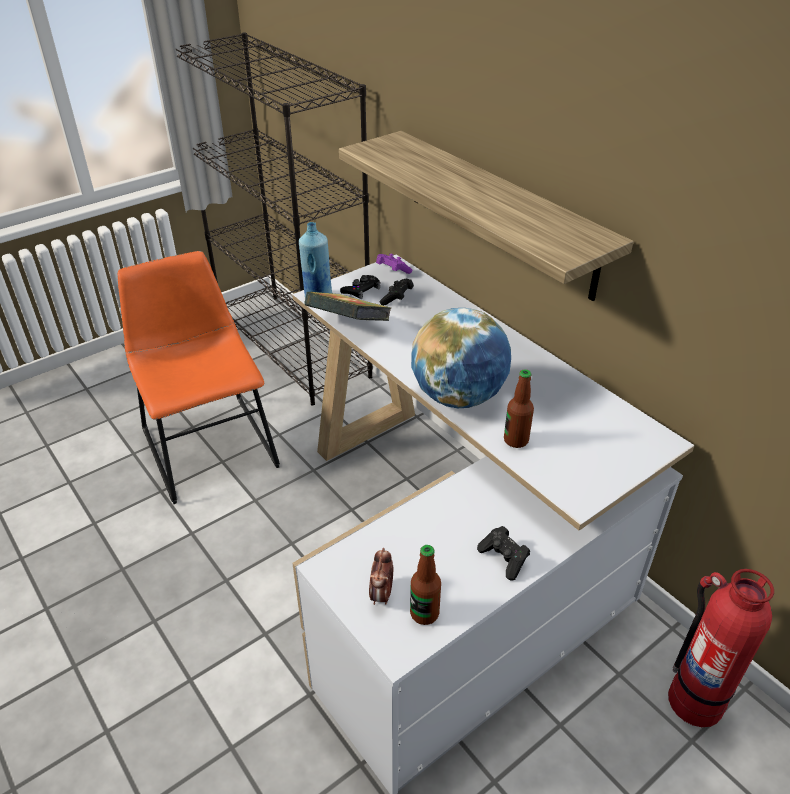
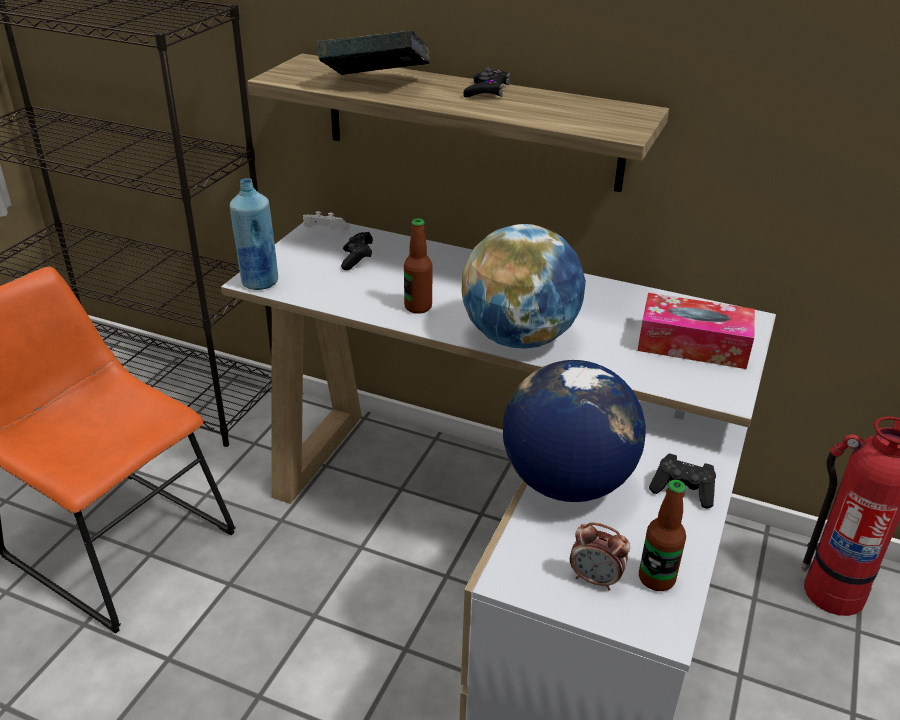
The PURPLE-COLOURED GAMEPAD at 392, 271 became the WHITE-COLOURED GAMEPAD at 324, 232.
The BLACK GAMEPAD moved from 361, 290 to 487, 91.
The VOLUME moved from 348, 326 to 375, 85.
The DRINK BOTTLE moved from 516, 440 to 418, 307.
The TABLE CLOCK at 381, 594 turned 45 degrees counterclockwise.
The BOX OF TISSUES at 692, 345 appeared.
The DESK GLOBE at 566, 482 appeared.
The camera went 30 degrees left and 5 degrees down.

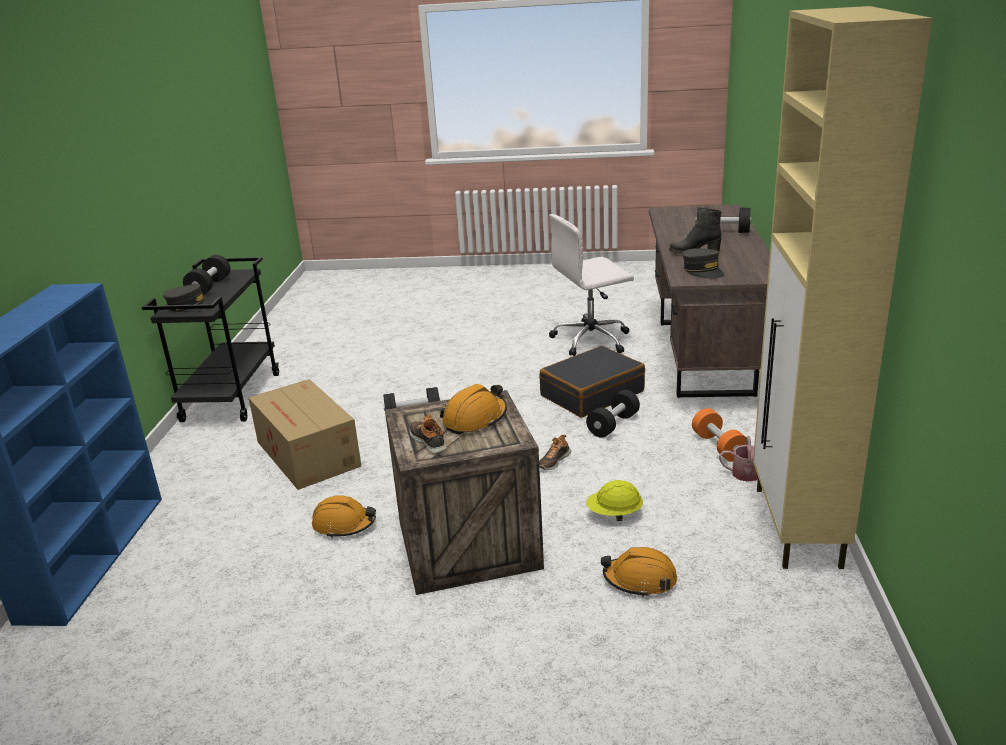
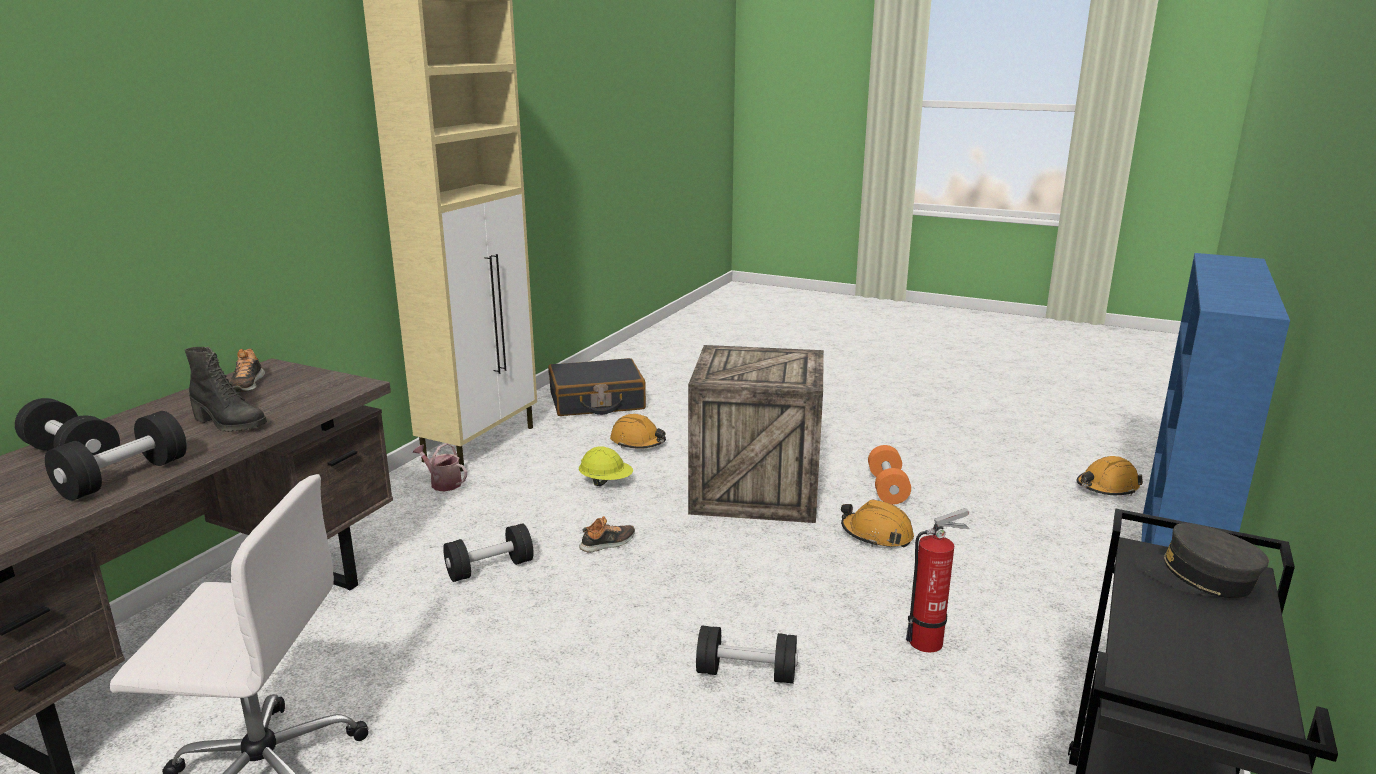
The GREY BASEBALL CAP at 703, 271 disappeared.
The BLACK FREE WEIGHT moved from 209, 287 to 124, 477.
The BLACK PIECE OF LUGGAGE moved from 591, 393 to 596, 401.
The PACKING BOX at 307, 455 was replaced by the EXTINGUISHER at 930, 641.
The ORANGEY WORK HELMET moved from 475, 419 to 1107, 487.
The ORANGEY FREE WEIGHT moved from 718, 446 to 887, 488.
The SHOE moved from 429, 442 to 246, 385.
The camera went 160 degrees left and 5 degrees down.

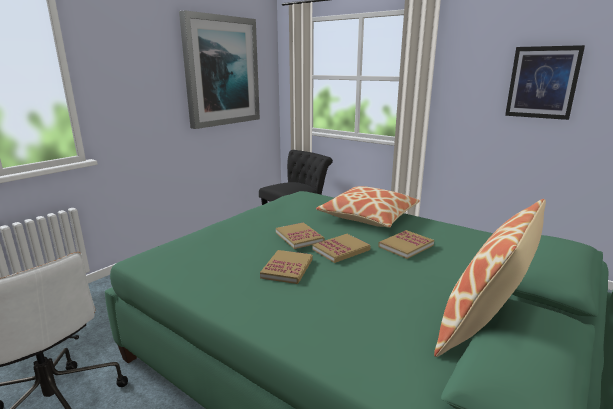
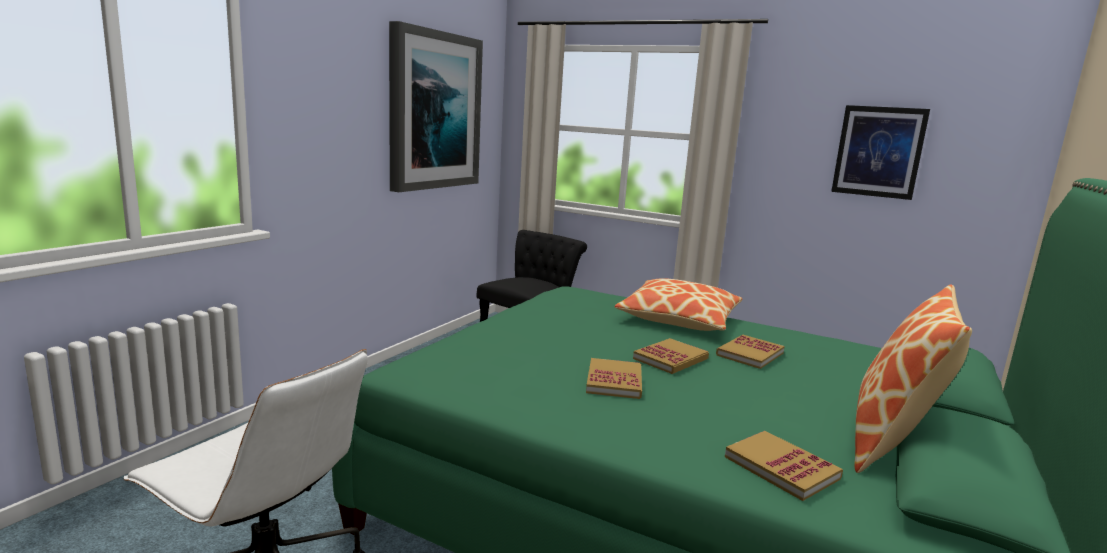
The VOLUME moved from 299, 237 to 781, 467.
The camera went 10 degrees left and 5 degrees down.

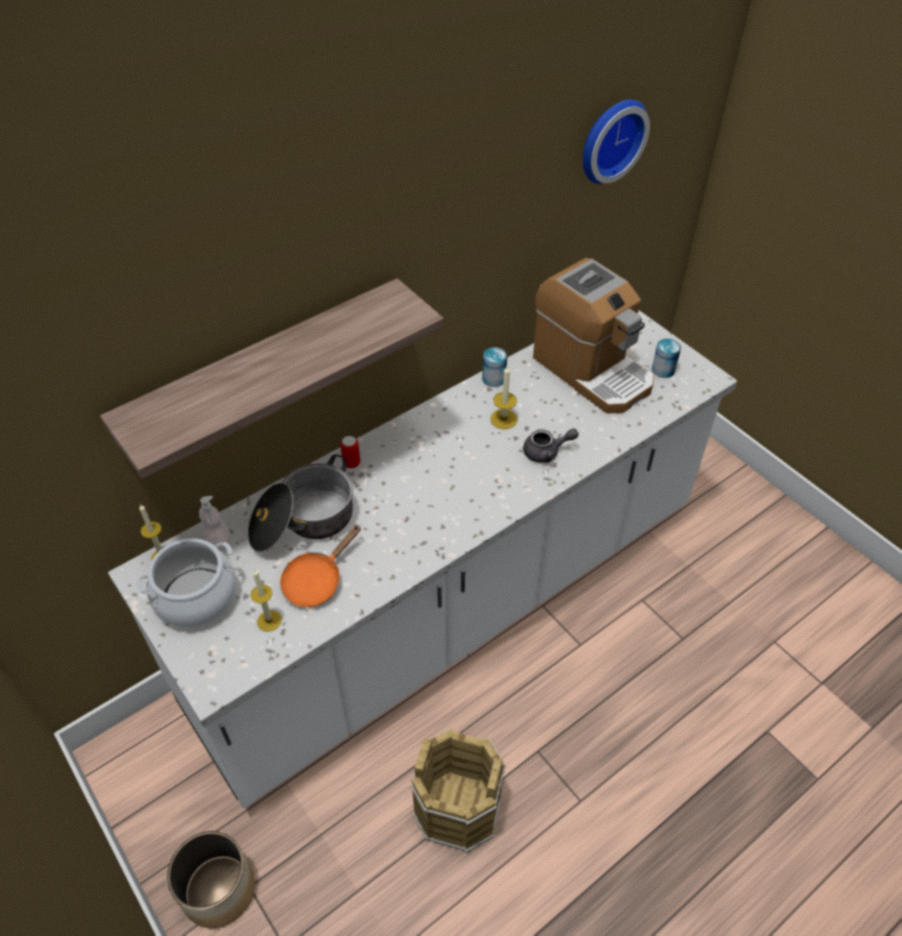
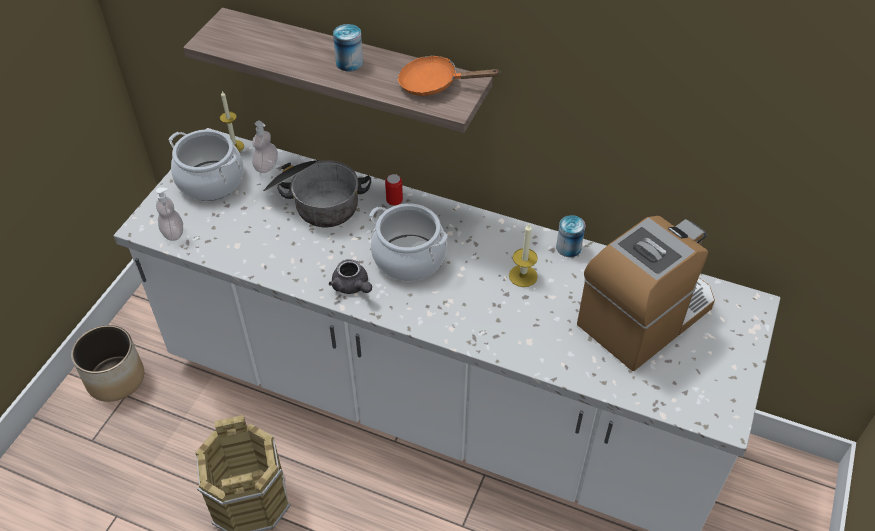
The CLOCK ON THE WALL at 610, 139 disappeared.
The COFFEE BREWER at 592, 371 turned 150 degrees counterclockwise.
The METAL CAN moved from 663, 369 to 349, 63.
The GREY TEAPOT moved from 546, 452 to 352, 287.
The ORANGEY FRYING PAN moved from 316, 580 to 434, 84.
The WAX CANDLE at 269, 621 disappeared.
The SOAP DISPENSER at 173, 233 appeared.
The SAUCEPOT at 409, 258 appeared.
The camera went 60 degrees right and 0 degrees up.

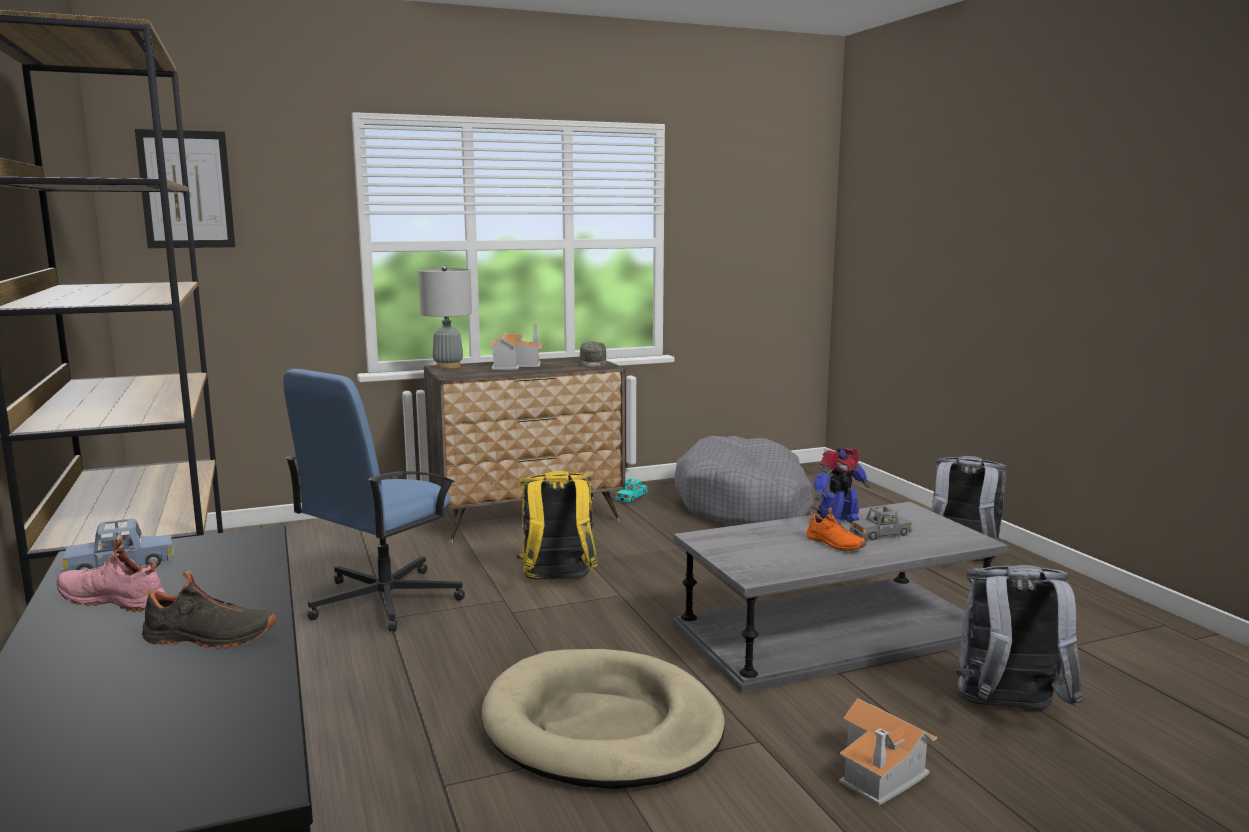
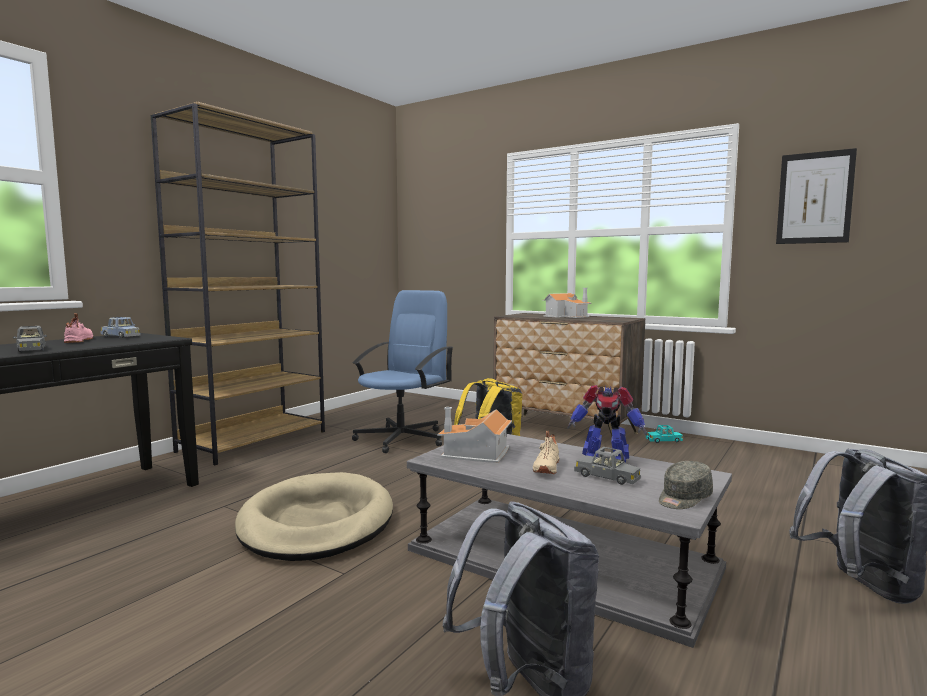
The WALL PICTURE moved from 186, 189 to 814, 198.
The GREY TABLETOP LAMP at 448, 366 disappeared.
The GREY BASEBALL CAP moved from 593, 364 to 683, 498.
The BLUISH DESK CHAIR at 383, 601 turned 120 degrees clockwise.
The GREY PET BED at 744, 504 disappeared.
The ORANGEY SHOE at 834, 545 became the BEIGE SHOE at 545, 467.
The BLACK SHOE at 208, 639 was replaced by the GREY MODEL CAR at 31, 349.
The MINIATURE HOUSE moved from 882, 773 to 476, 454.
The camera went 55 degrees right and 5 degrees down.

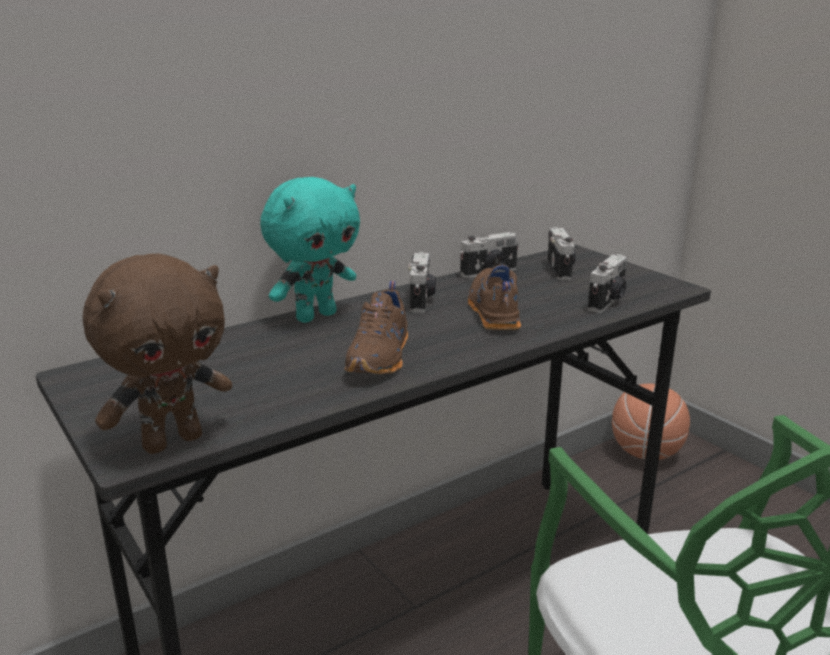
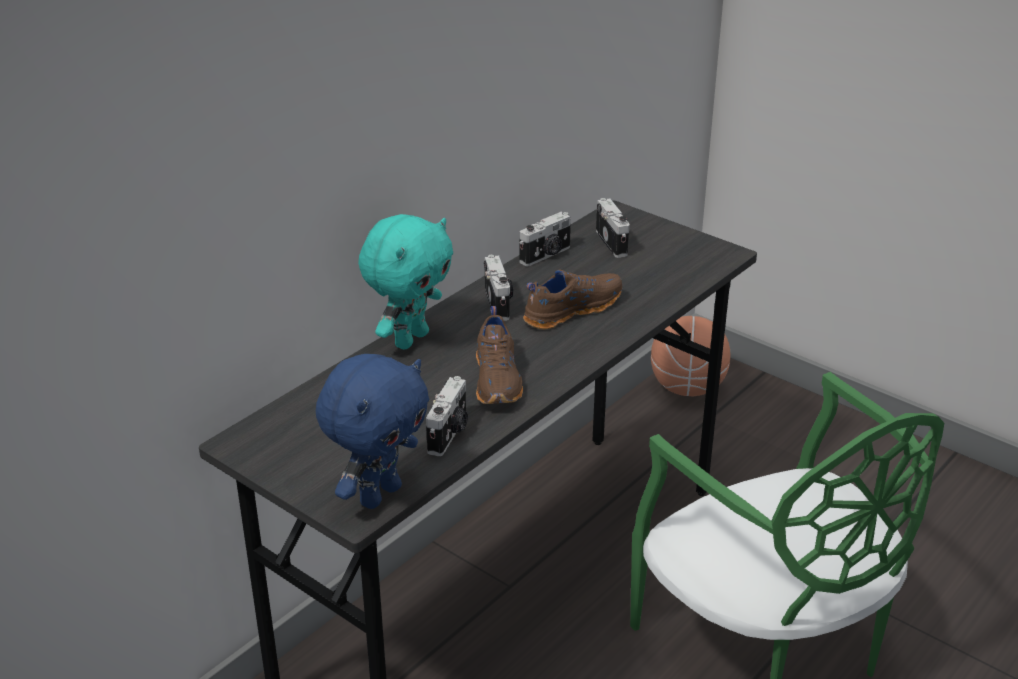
The BROWN SOFT TOY at 172, 441 became the BLUISH SOFT TOY at 379, 494.
The PHOTO CAMERA moved from 608, 302 to 449, 434.
The BROWN SHOE at 492, 311 turned 75 degrees clockwise.
The camera went 15 degrees left and 10 degrees up.

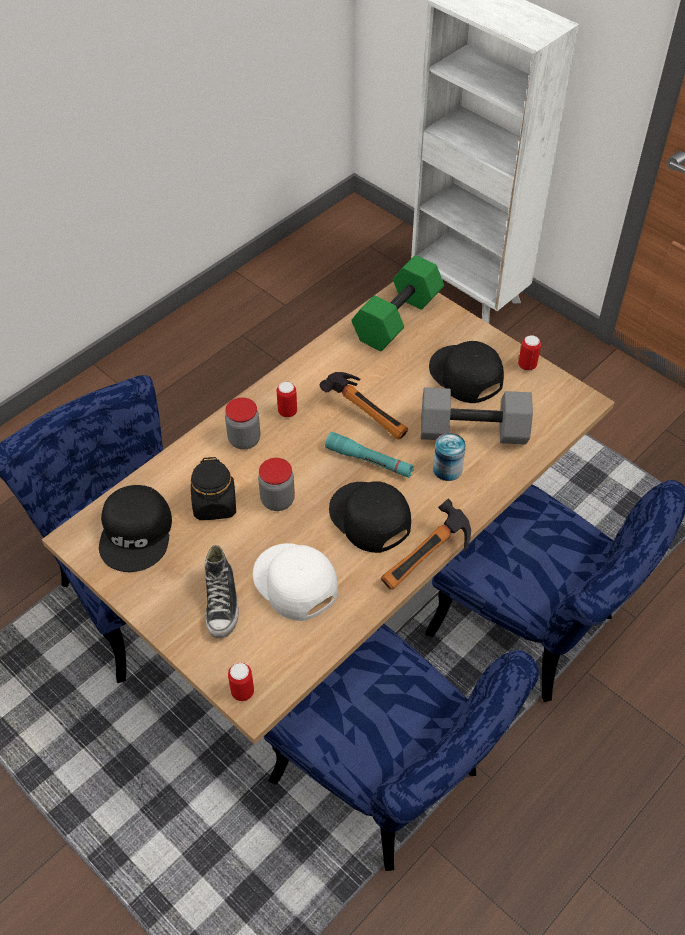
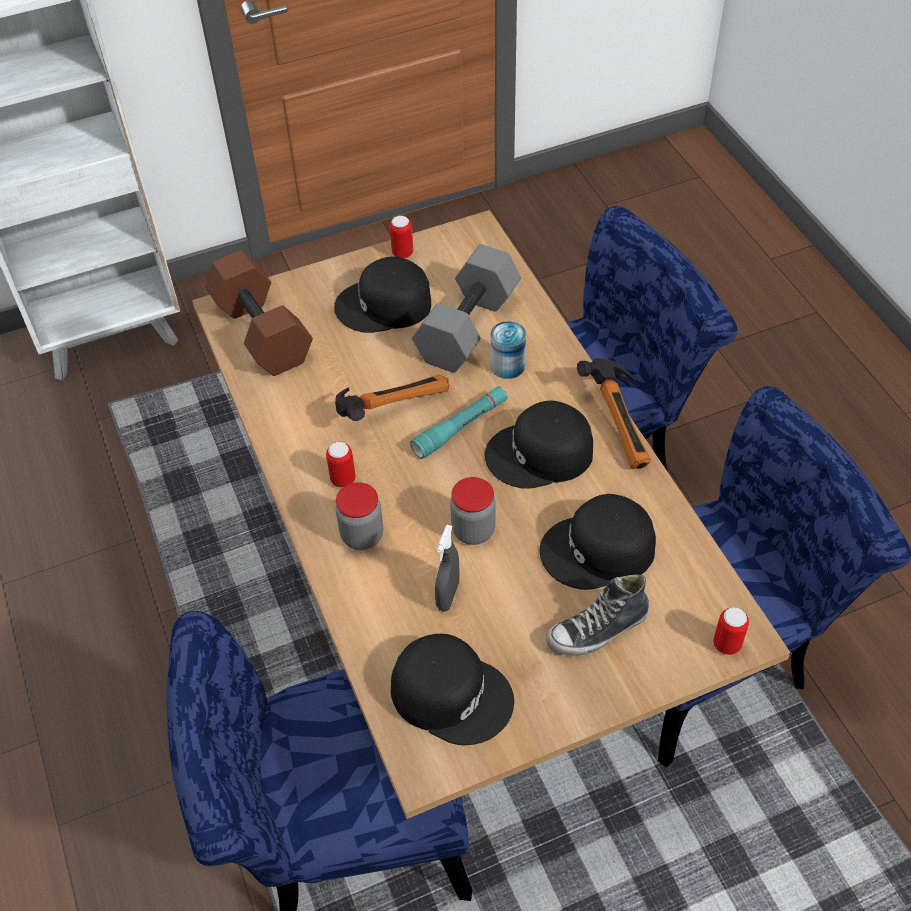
The GREEN FREE WEIGHT at 398, 320 became the BROWN FREE WEIGHT at 264, 332.
The BLACK PRESERVE JAR at 215, 504 was replaced by the GREY HAND SPRAYER at 448, 595.
The WHITE-COLOURED BASEBALL CAP at 294, 583 became the BLACK BASEBALL CAP at 599, 551.
The SHOE at 222, 603 turned 135 degrees clockwise.
The camera went 65 degrees left and 0 degrees up.

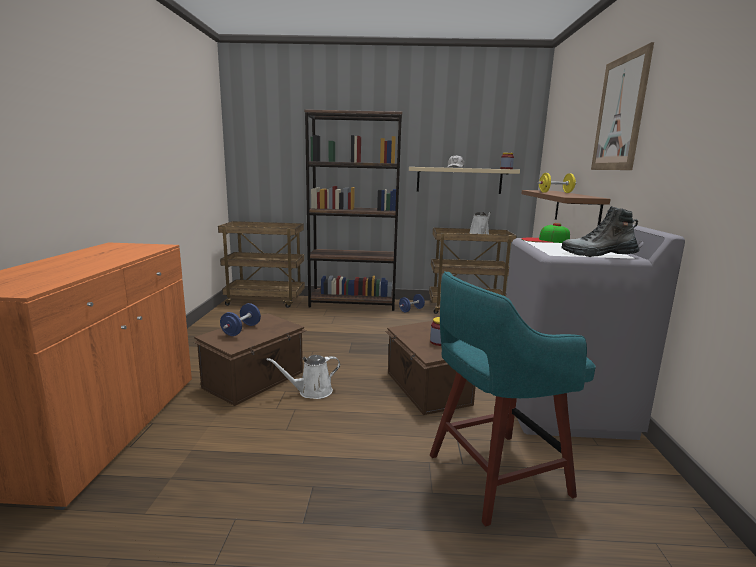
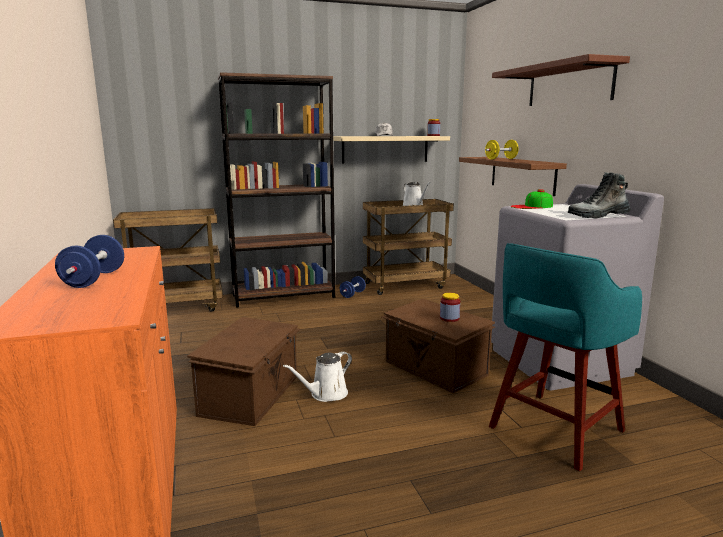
The WALL PICTURE at 620, 114 was replaced by the BROWN SHELF at 569, 84.
The BLUISH FREE WEIGHT moved from 241, 330 to 94, 279.
The camera went 20 degrees left and 0 degrees up.

